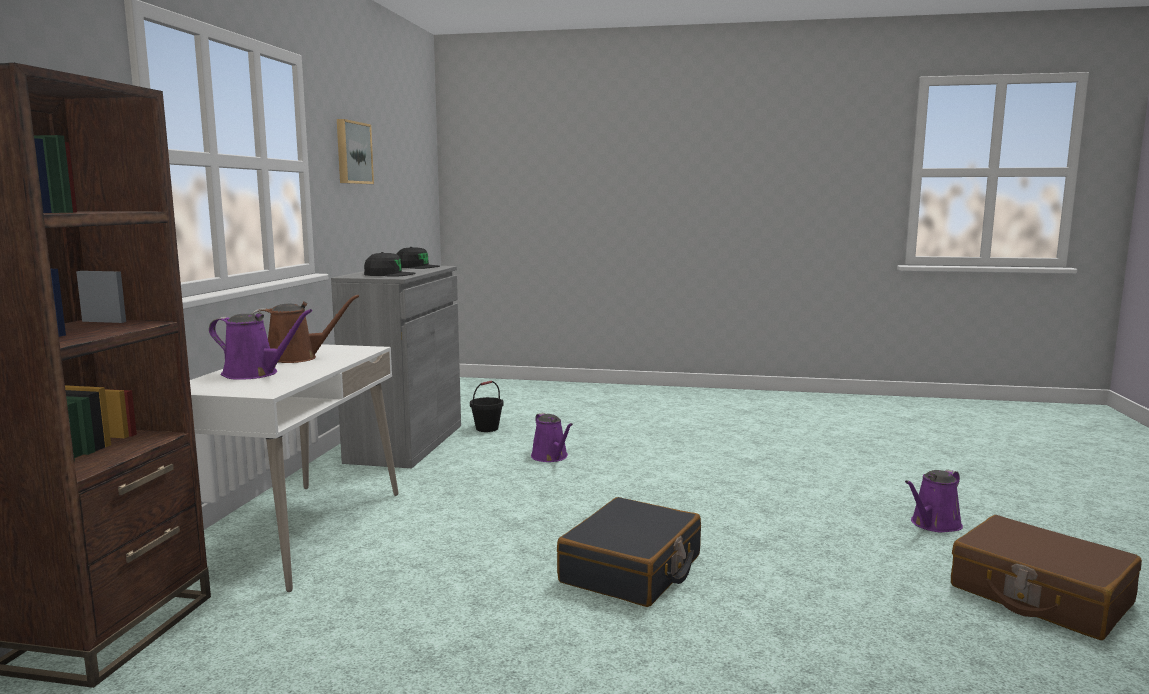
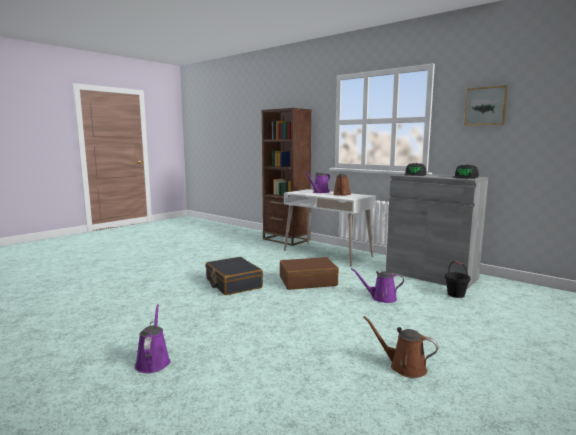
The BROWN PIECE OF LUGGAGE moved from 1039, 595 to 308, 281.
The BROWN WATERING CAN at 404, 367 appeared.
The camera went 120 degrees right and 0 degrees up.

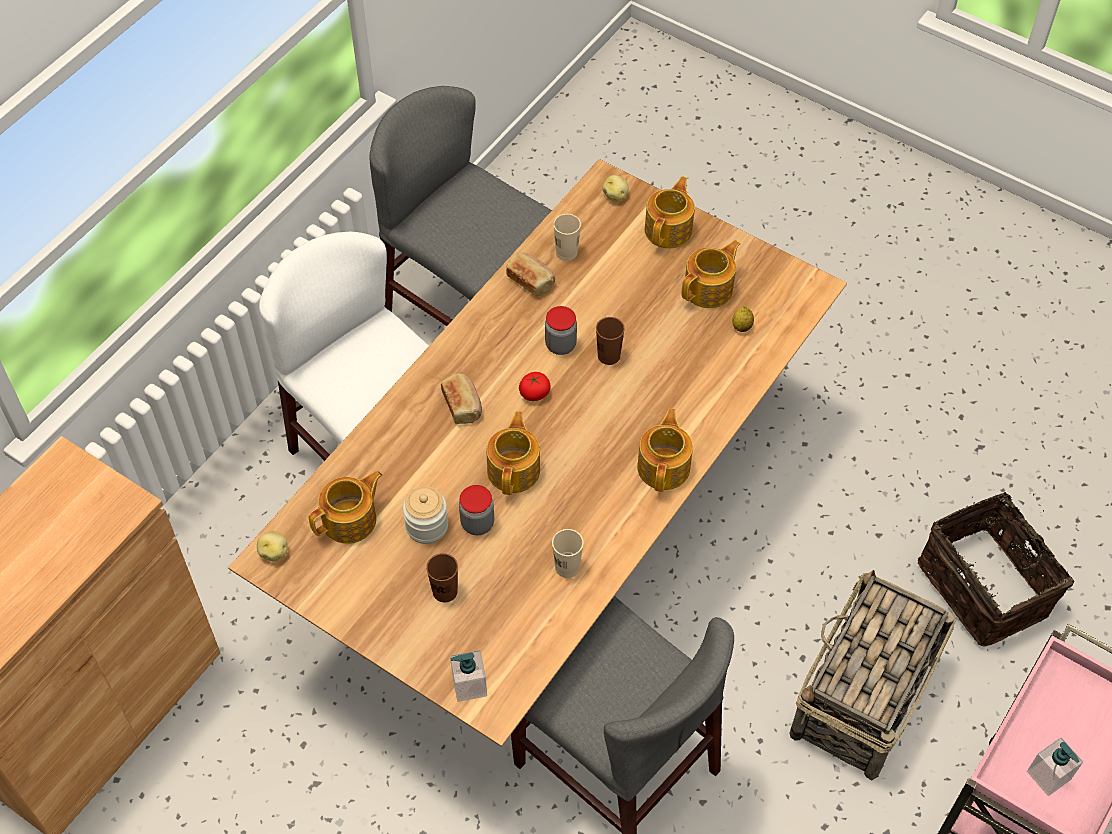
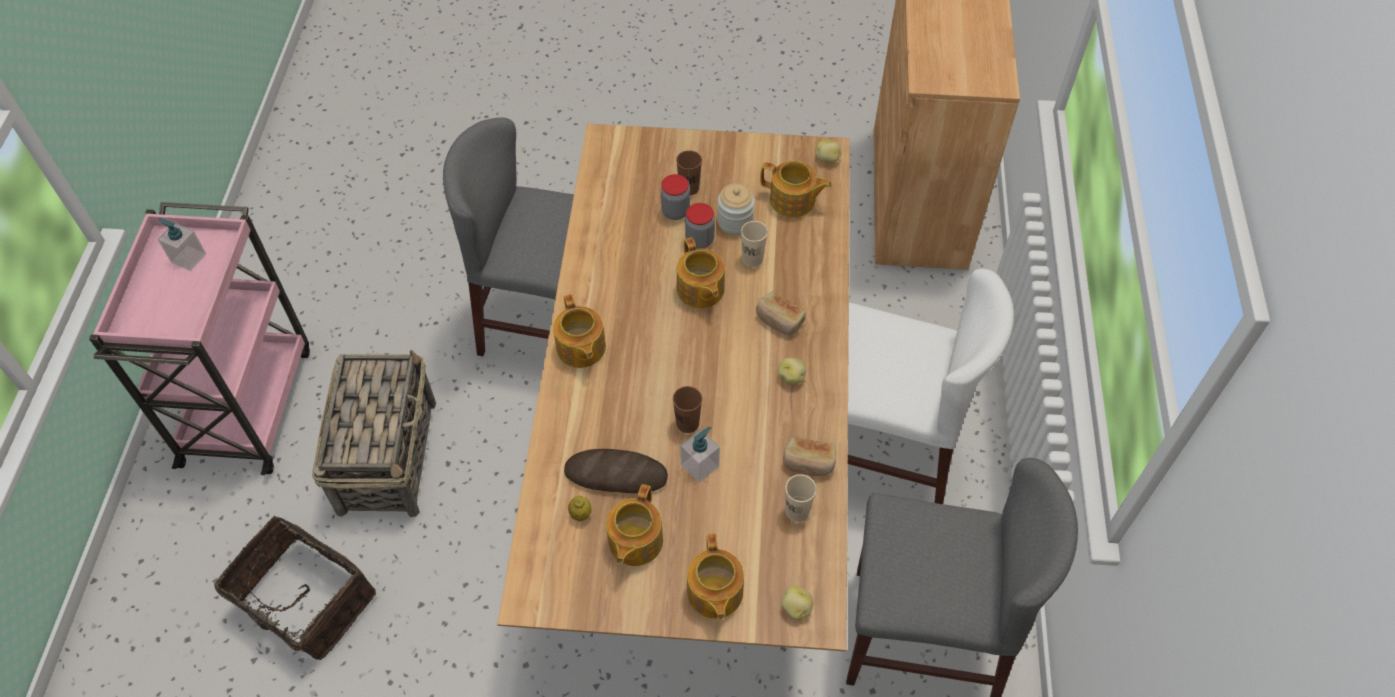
The PRESERVE JAR moved from 560, 345 to 675, 211.
The WHOLE TOMATO at 534, 394 disappeared.
The TEAPOT at 351, 520 turned 90 degrees counterclockwise.
The BEIGE CUP moved from 567, 567 to 752, 258.
The SOAP DISPENSER moved from 469, 685 to 700, 465.
The WHOLE POTATO at 791, 377 appeared.
The BAKERY BREAD at 616, 475 appeared.
The camera went 150 degrees right and 0 degrees up.

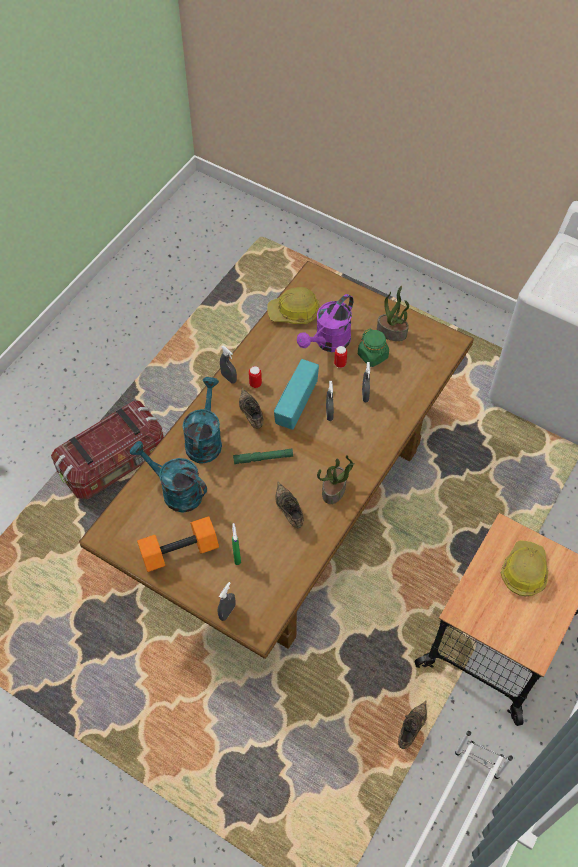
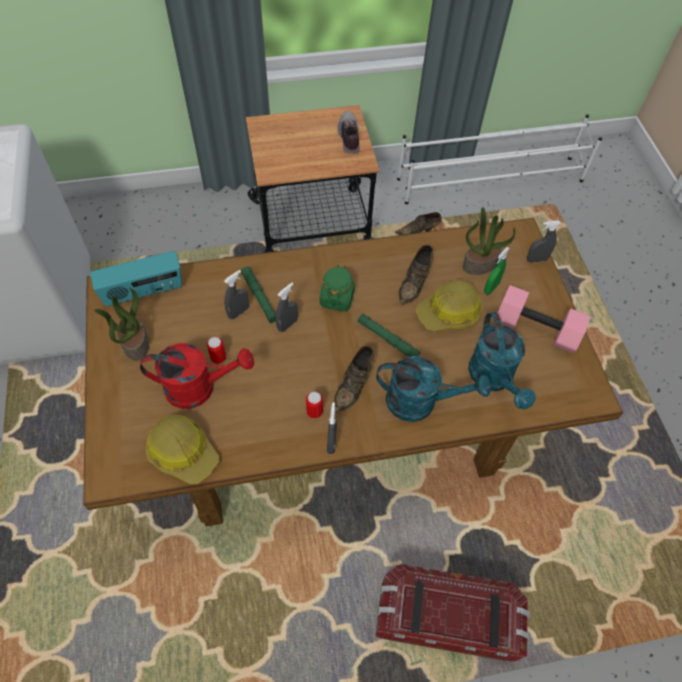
The PURPLE-COLOURED WATERING CAN at 328, 343 became the RED-COLOURED WATERING CAN at 199, 387.
The GREEN PRESERVE JAR moved from 373, 356 to 337, 298.
The RADIO moved from 295, 404 to 143, 292.
The BLUE-GREEN WATERING CAN at 204, 439 turned 135 degrees counterclockwise.
The PLANT IN A POT moved from 334, 490 to 480, 264.
The ORANGEY FREE WEIGHT at 180, 550 became the PINK FREE WEIGHT at 534, 329.
The WORK HELMET moved from 523, 571 to 449, 313.
The SHOE at 348, 137 appeared.
The GREEN TORCH at 259, 297 appeared.
The camera went 135 degrees left and 0 degrees up.

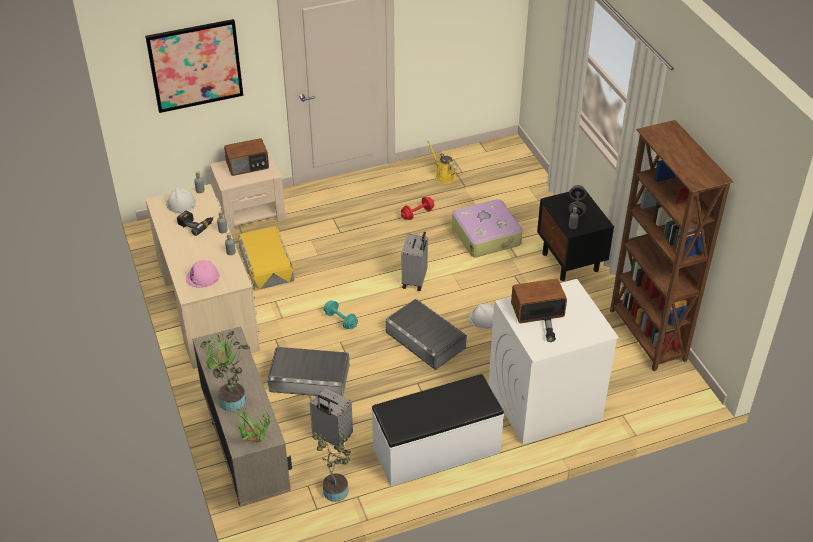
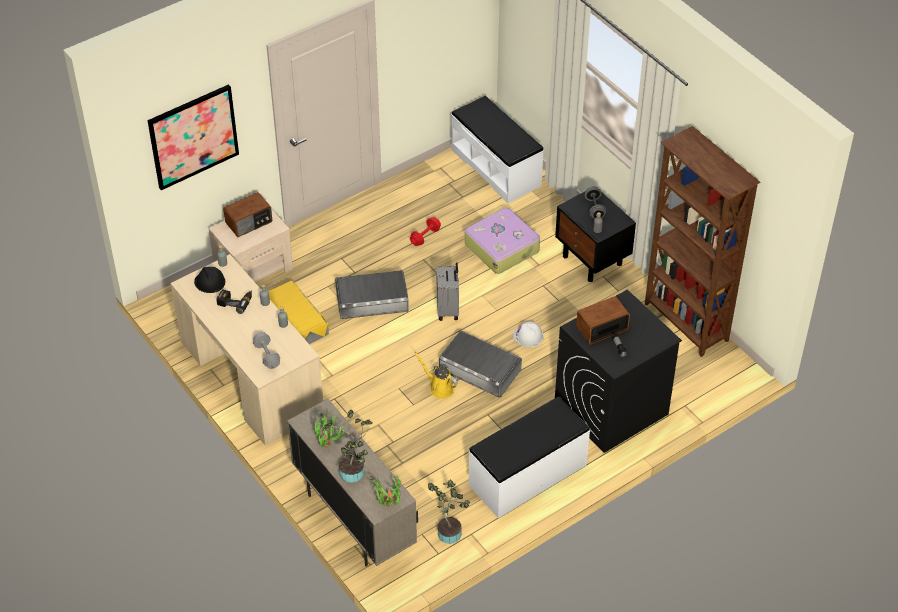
The YELLOW-COLOURED WATERING CAN moved from 444, 176 to 439, 387.
The WHITE-COLOURED WORK HELMET at 181, 204 became the BLACK WORK HELMET at 209, 282.
The PINK WORK HELMET at 202, 277 was replaced by the GREY FREE WEIGHT at 267, 356.
The WHITE-COLOURED LAUNDRY MACHINE at 543, 402 became the BLACK LAUNDRY MACHINE at 610, 408.
The BLUE-GREEN FREE WEIGHT at 340, 320 disappeared.
The GREY STORAGE CONTAINER moved from 309, 377 to 372, 299.
The GREY PIECE OF LUGGAGE at 331, 438 disappeared.
The WHITE-COLOURED BENCH at 496, 167 appeared.
The camera went 15 degrees left and 5 degrees up.

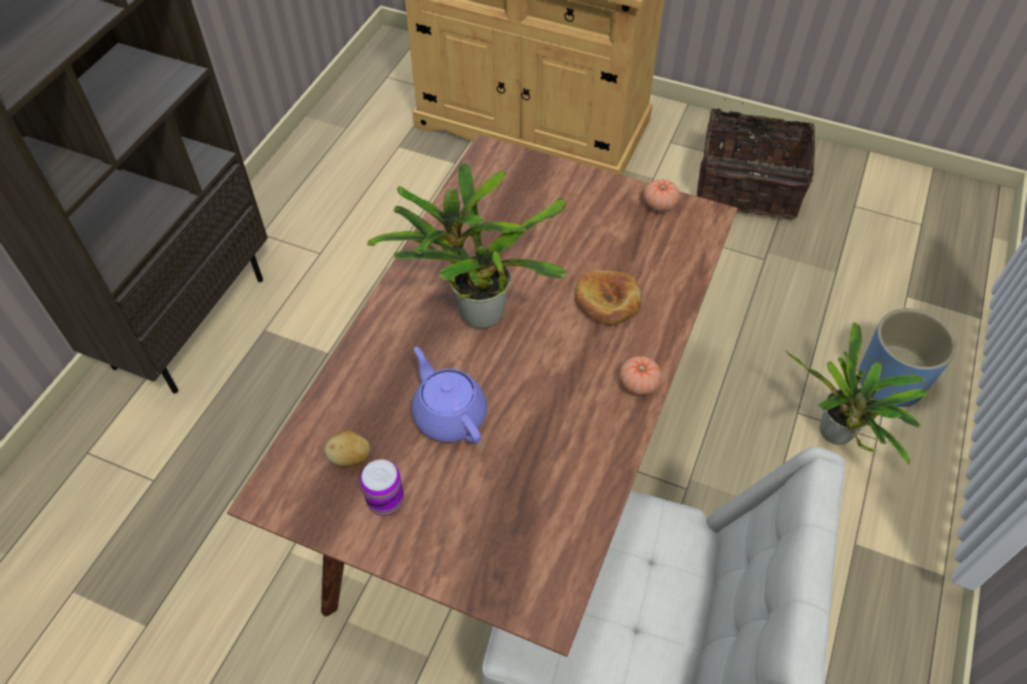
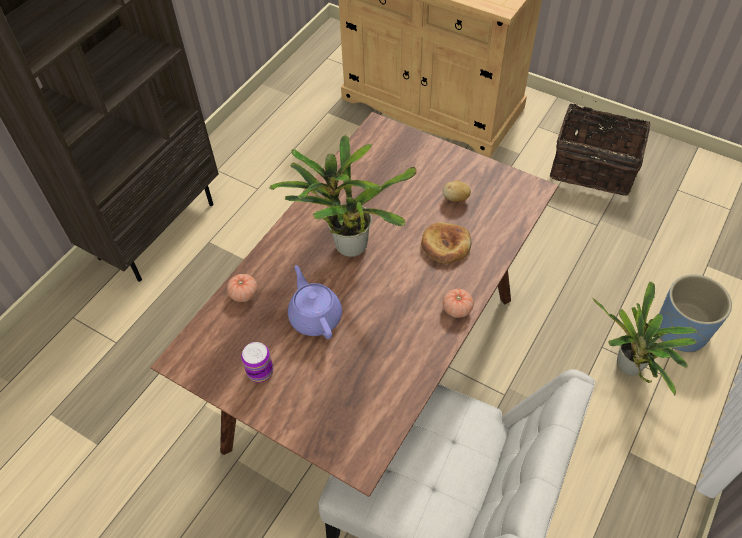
The WHOLE TOMATO moved from 659, 204 to 243, 294.
The WHOLE POTATO moved from 350, 457 to 456, 198.
The camera went 10 degrees right and 0 degrees up.

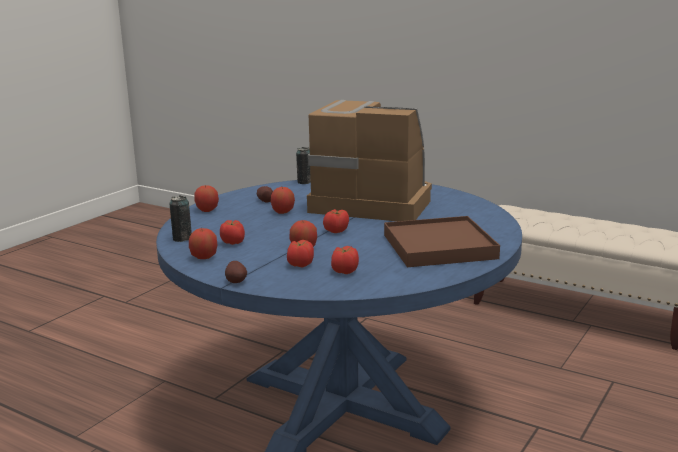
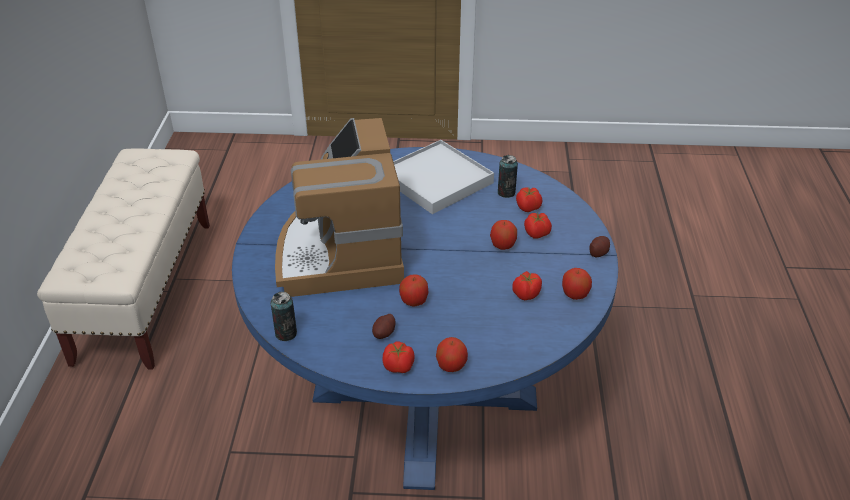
The METAL CAN moved from 182, 239 to 506, 192.
The WHOLE TOMATO moved from 336, 231 to 399, 367.
The BROWN CARRYING TRAY at 439, 247 became the WHITE-COLOURED CARRYING TRAY at 437, 180.
The camera went 120 degrees left and 20 degrees up.

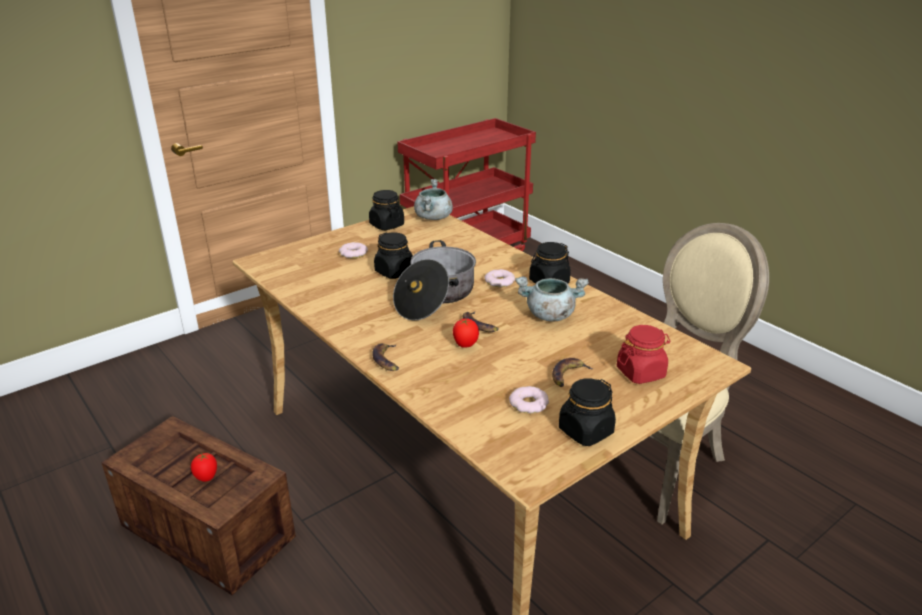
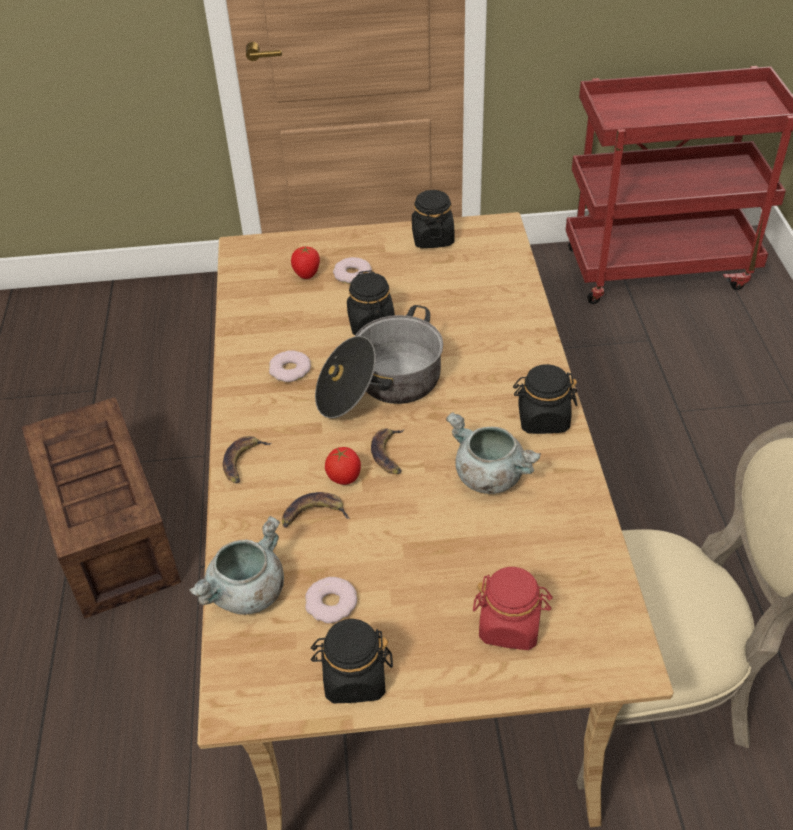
The GREY SAUCEPOT moved from 433, 218 to 247, 593.
The RING DOUGHNUT moved from 499, 281 to 290, 370.
The WHOLE BANANA moved from 568, 375 to 313, 514.
The WHOLE TOMATO moved from 206, 478 to 307, 275.
The camera went 35 degrees right and 15 degrees up.

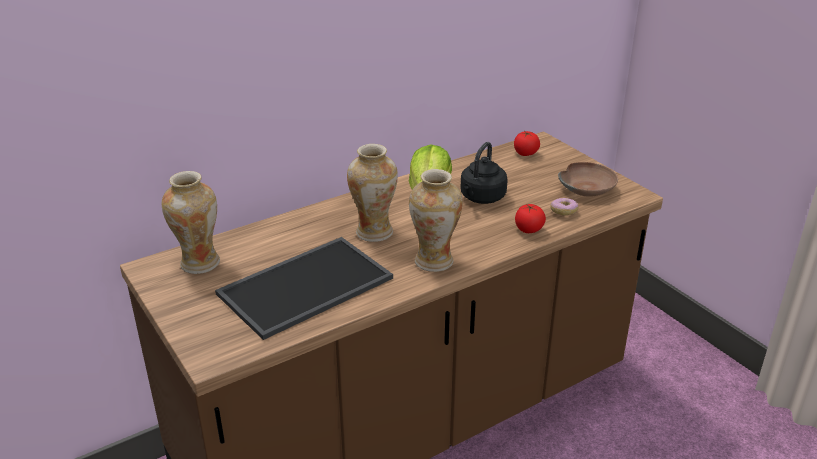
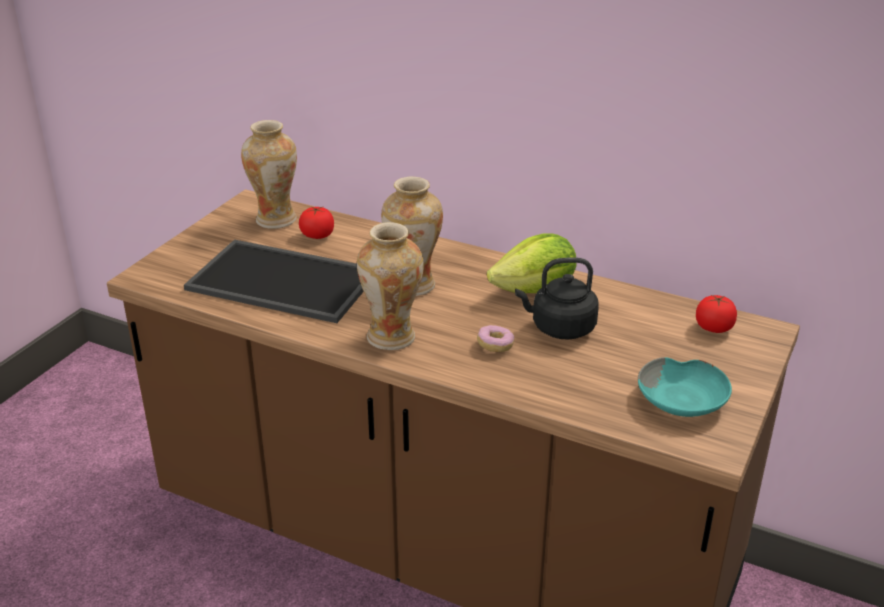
The BROWN BOWL at 587, 187 became the BLUE-GREEN BOWL at 683, 400.
The RING DOUGHNUT moved from 563, 212 to 495, 346.
The WHOLE TOMATO moved from 528, 229 to 317, 235.
The camera went 60 degrees right and 0 degrees up.

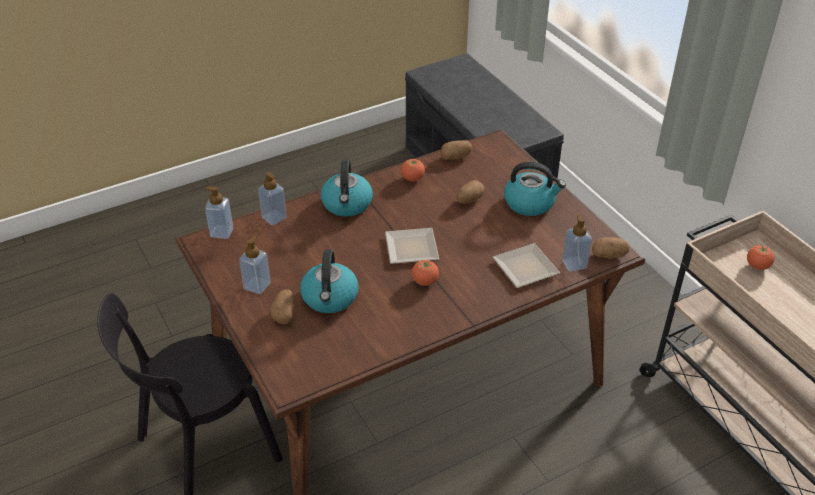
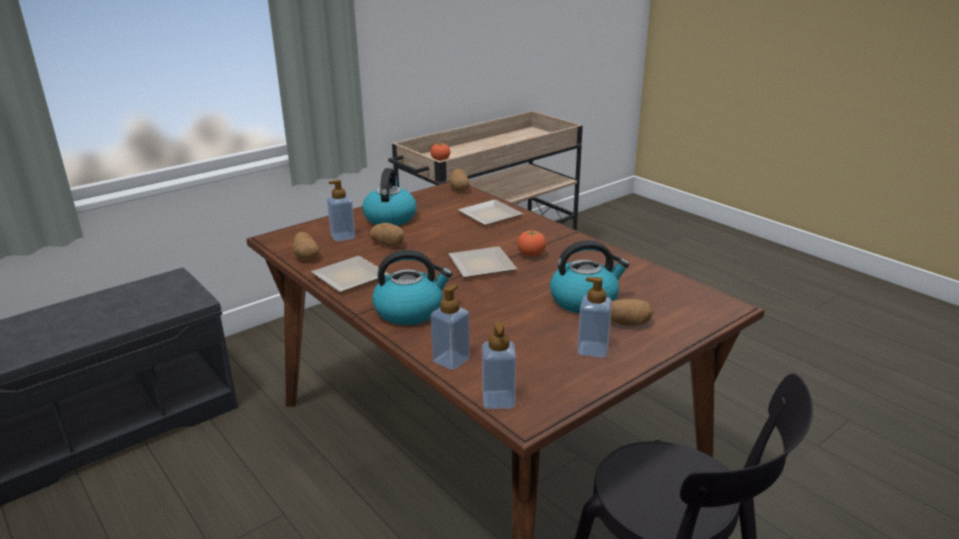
The WHOLE TOMATO at 412, 178 was replaced by the DINNER PLATE at 351, 276.
The SOAP DISPENSER moved from 574, 264 to 343, 237.
The camera went 100 degrees left and 15 degrees down.

